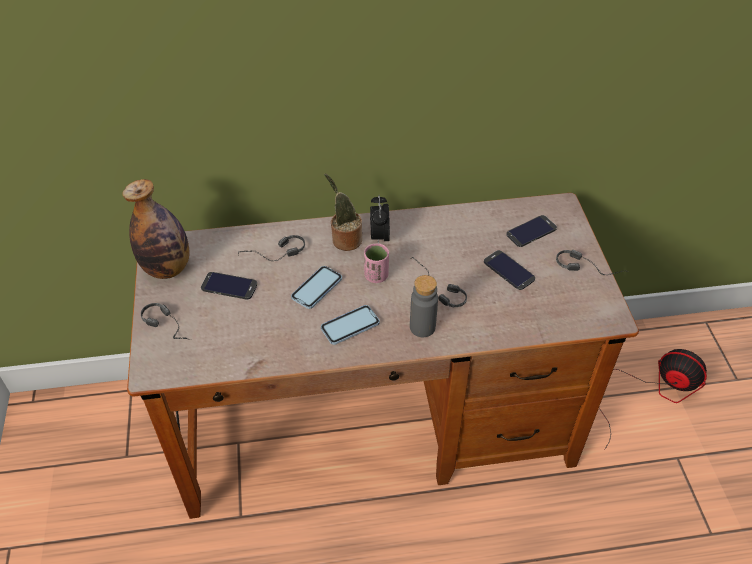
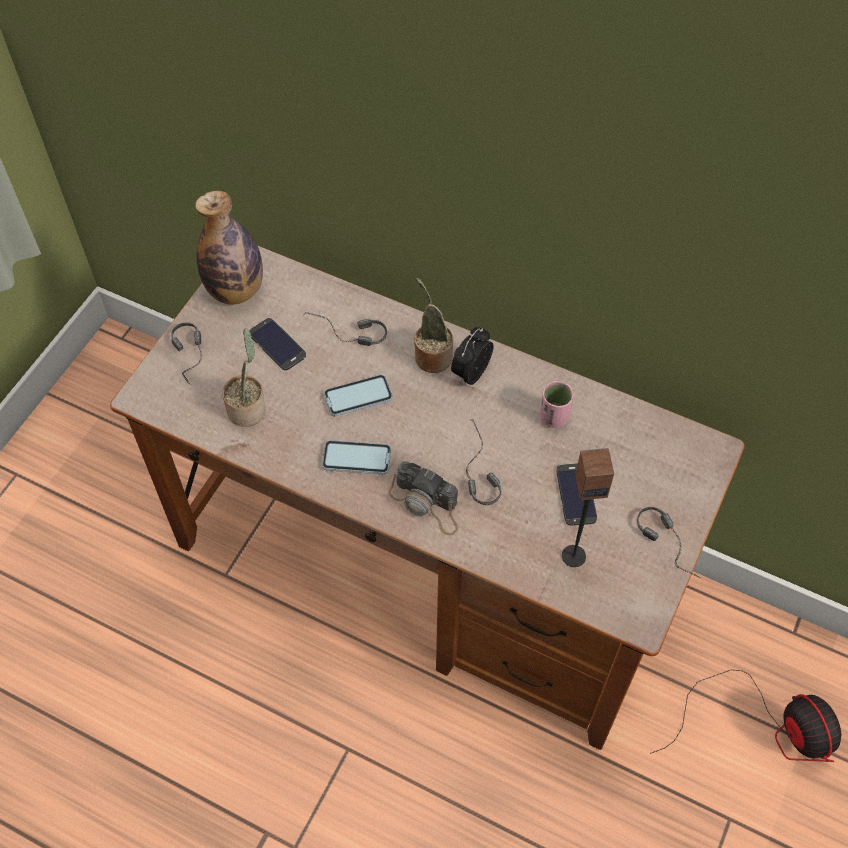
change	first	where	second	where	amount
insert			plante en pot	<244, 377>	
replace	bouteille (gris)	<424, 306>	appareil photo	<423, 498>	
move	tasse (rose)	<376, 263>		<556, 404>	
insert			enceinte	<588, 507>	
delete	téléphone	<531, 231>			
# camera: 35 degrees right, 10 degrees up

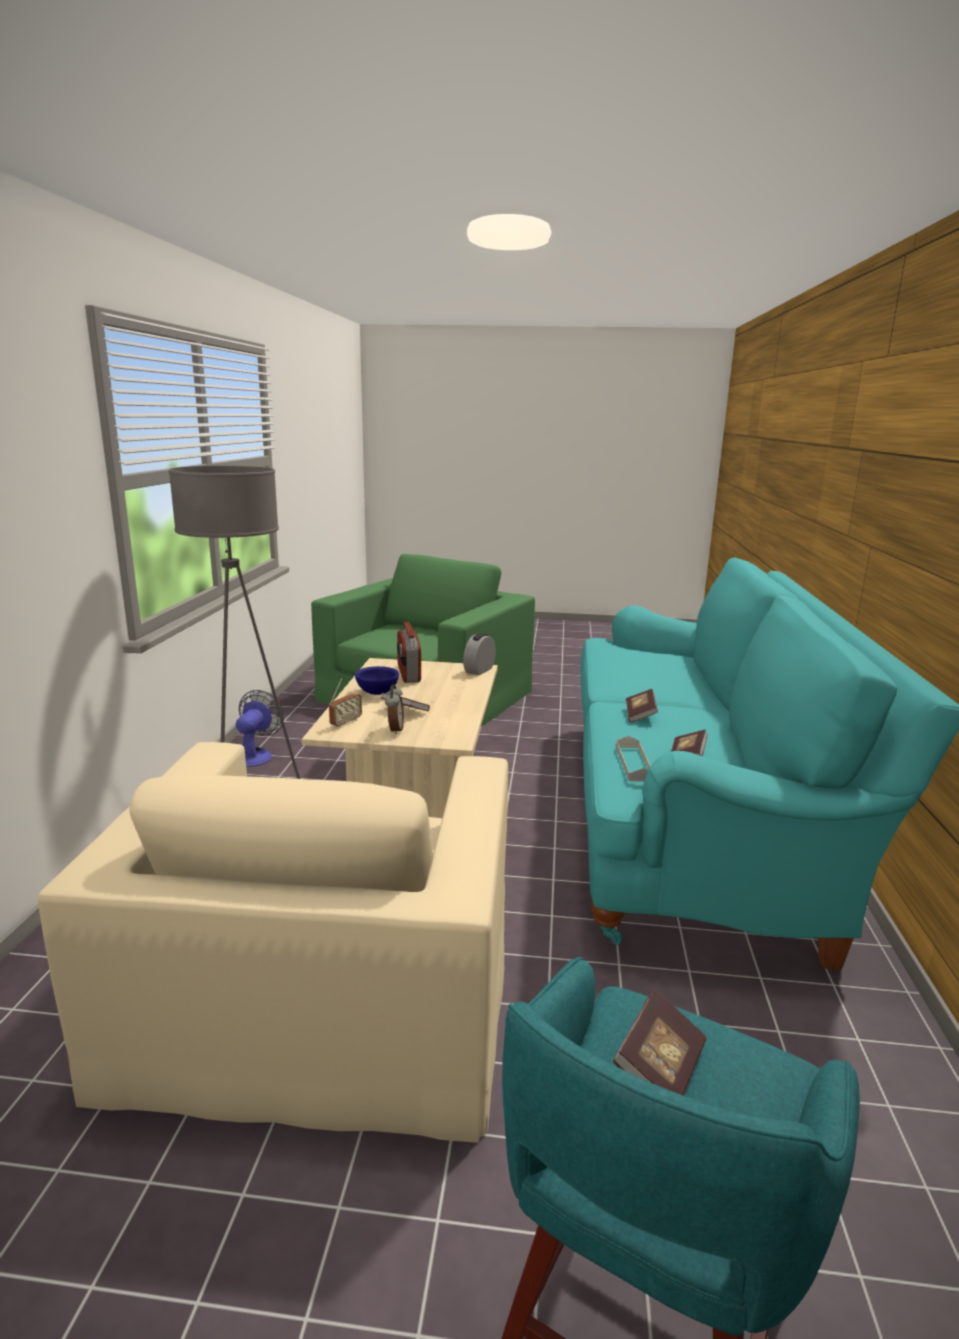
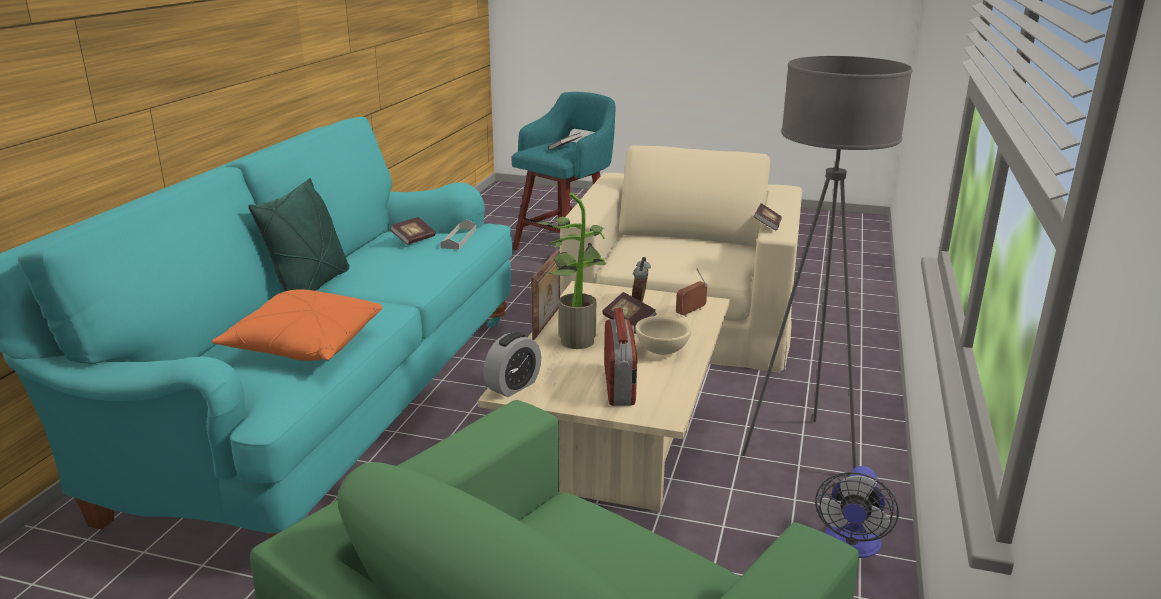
change	first	where	second	where	amount
insert			coussin (orange)	<297, 325>	
insert			coussin (vert)	<298, 234>	
insert			cadre photo	<545, 294>	
insert			plante en pot	<570, 270>	
recolor	bol (bleu)	<377, 680>	bol (beige)	<663, 335>	
move	livre	<642, 706>		<768, 216>	
# camera: 170 degrees left, 5 degrees up

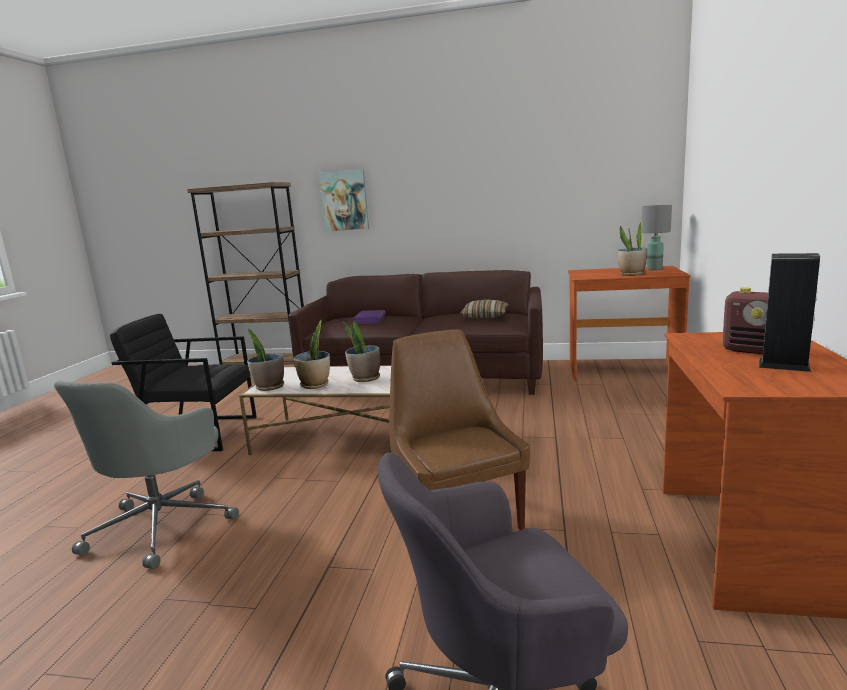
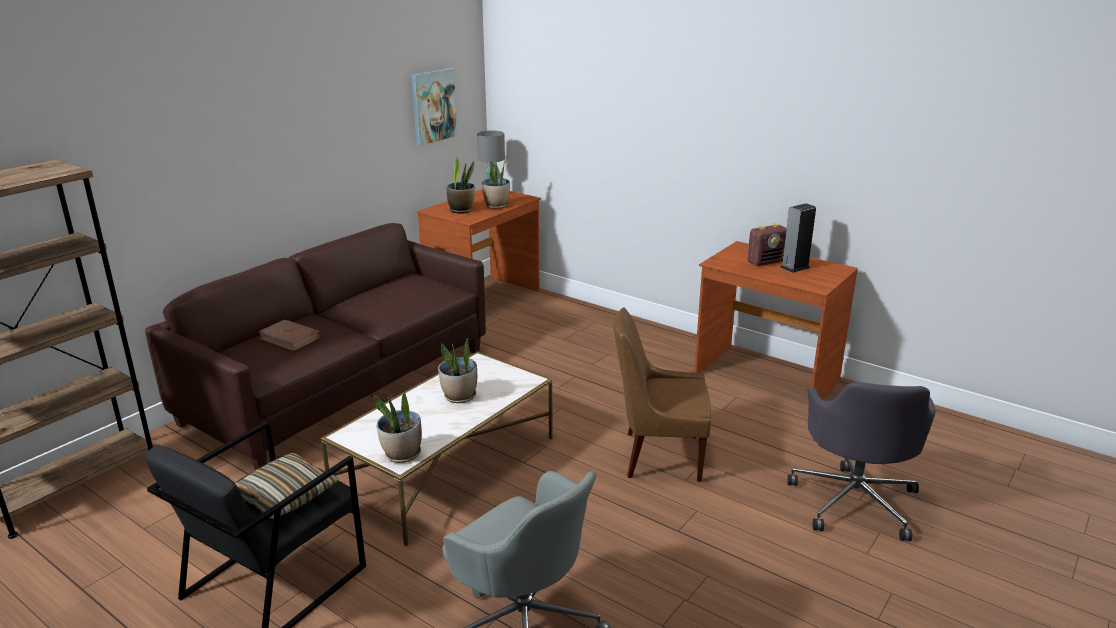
change	first	where	second	where	amount
move	coussin	<484, 309>		<287, 486>	
recolor	livre (violet)	<369, 317>	livre (marron)	<289, 335>	
move	tableau	<343, 200>		<434, 107>	
move	plante en pot	<312, 354>		<460, 185>	
# camera: 65 degrees left, 10 degrees up

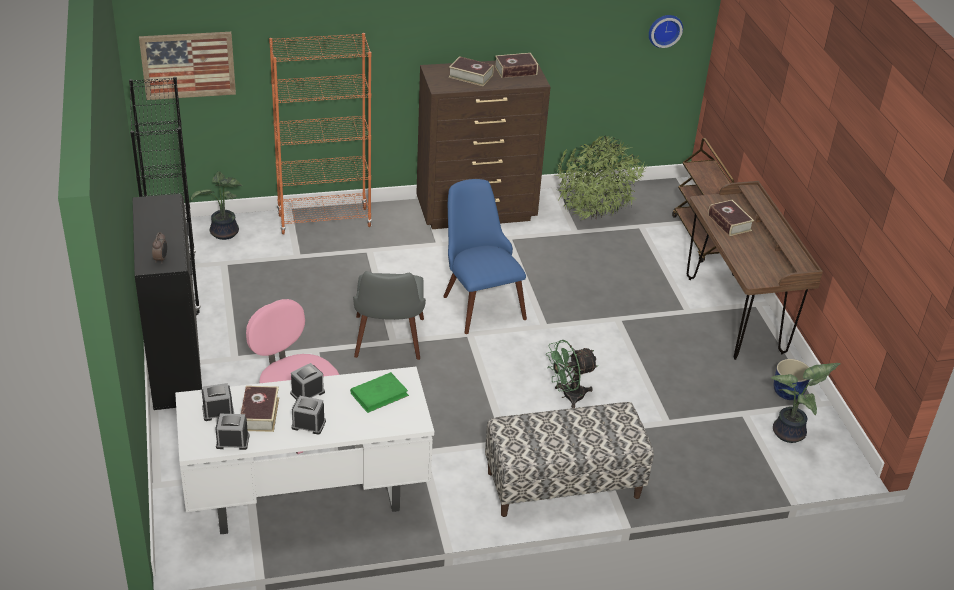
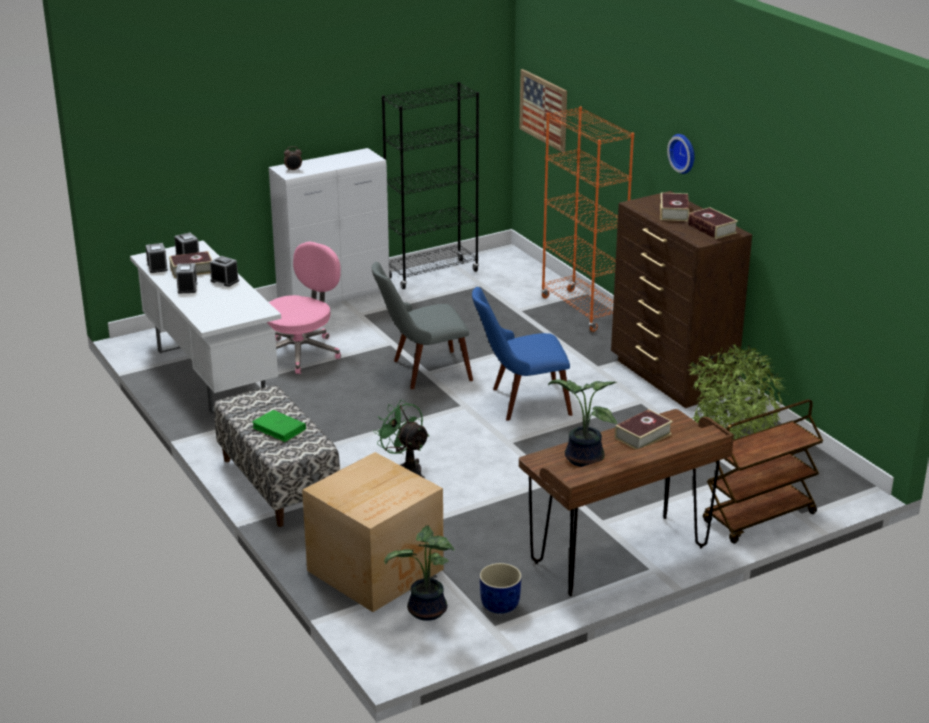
change	first	where	second	where	amount
move	livre (vert)	<379, 392>		<279, 426>	
recolor	meuble de rangement (noir)	<167, 302>	meuble de rangement (blanc)	<329, 226>	
insert			carton	<373, 532>	
rotate	chaise (bleu)	<485, 256>		<522, 354>	150 degrees counterclockwise
move	plante en pot	<217, 206>		<582, 423>	
move	horloge murale	<666, 31>		<681, 154>	
# camera: 75 degrees right, 10 degrees down

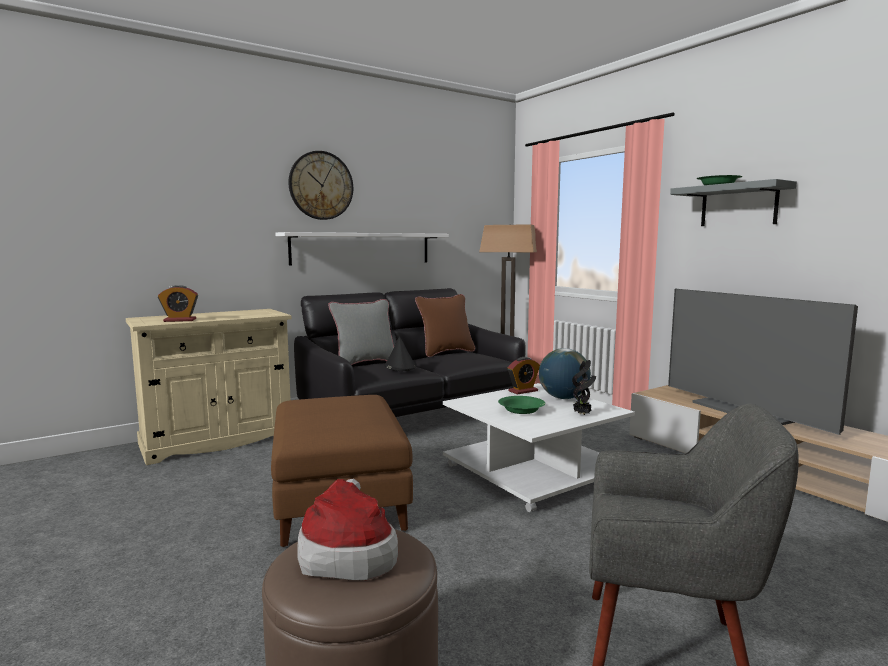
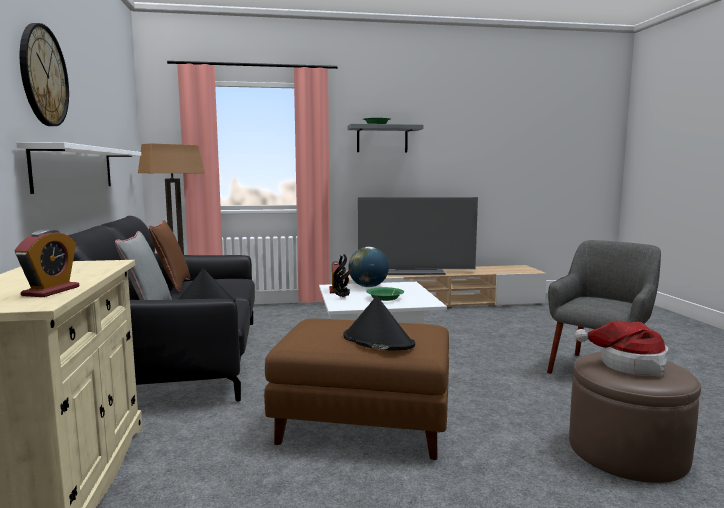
change	first	where	second	where	amount
move	plante en pot	<584, 387>		<343, 276>	
insert			chapeau (noir)	<379, 323>	
# camera: 65 degrees left, 0 degrees up

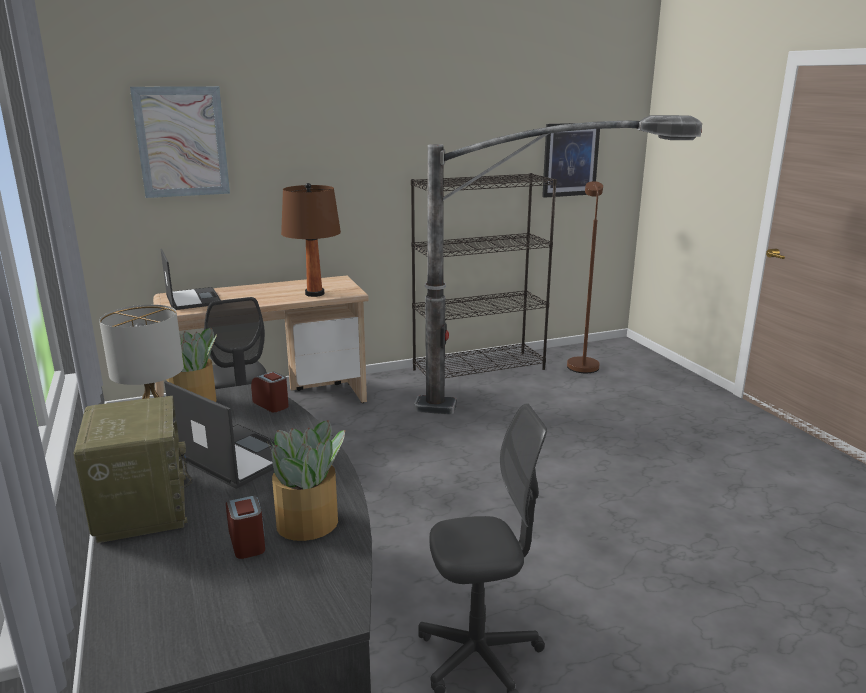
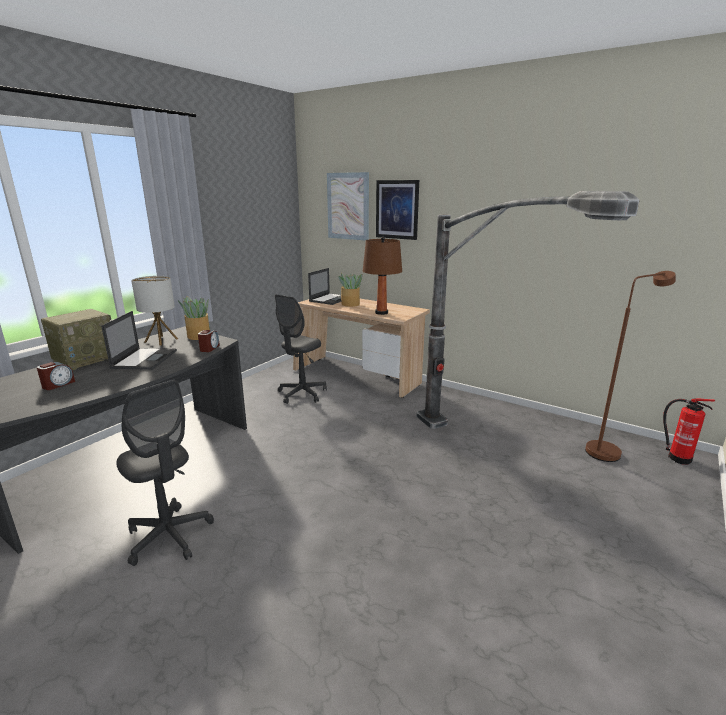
change	first	where	second	where	amount
move	plante en pot	<306, 480>		<350, 290>	
move	tableau	<571, 160>		<397, 210>	
insert			extincteur	<689, 431>	
delete	bibliothèque (noir)	<484, 275>			
# camera: 55 degrees right, 0 degrees up

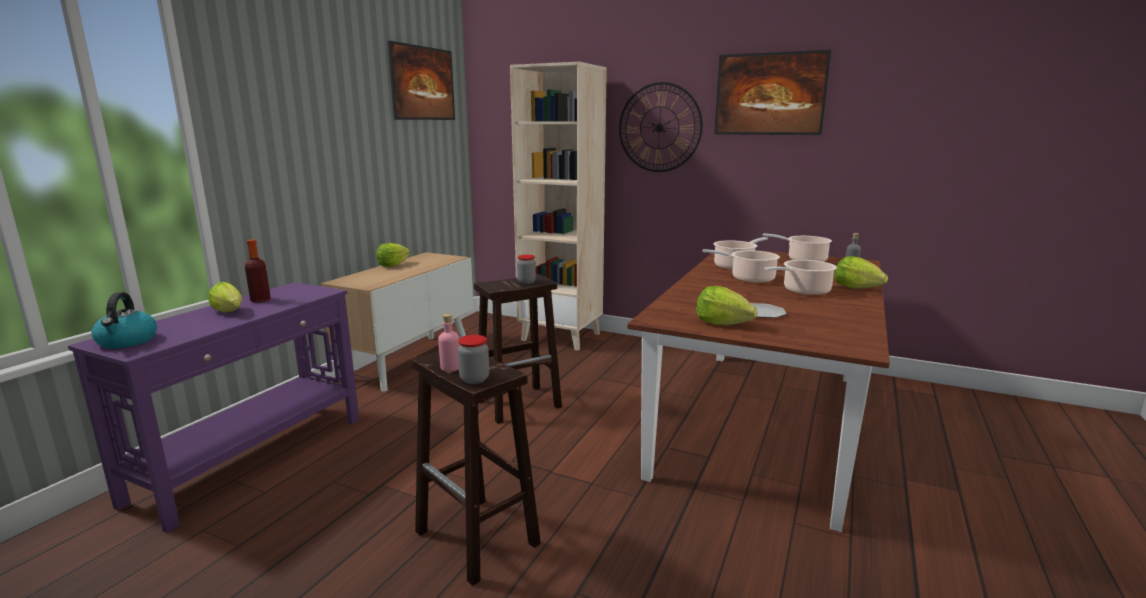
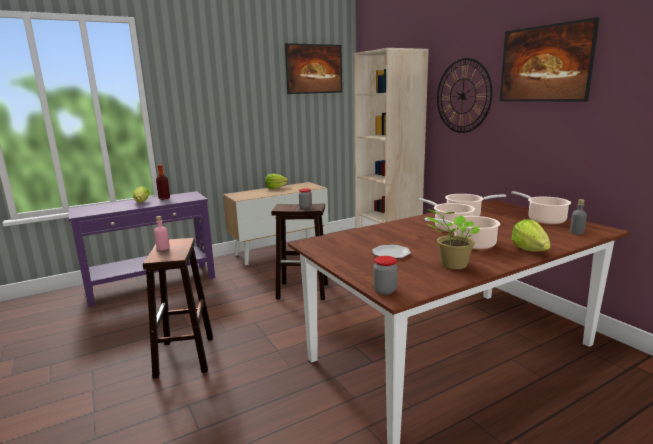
change	first	where	second	where	amount
move	bocal	<473, 359>		<385, 275>	
insert			plante en pot	<453, 239>	
delete	bouilloire	<124, 320>			
delete	laitue	<727, 305>			
# camera: 35 degrees right, 0 degrees up

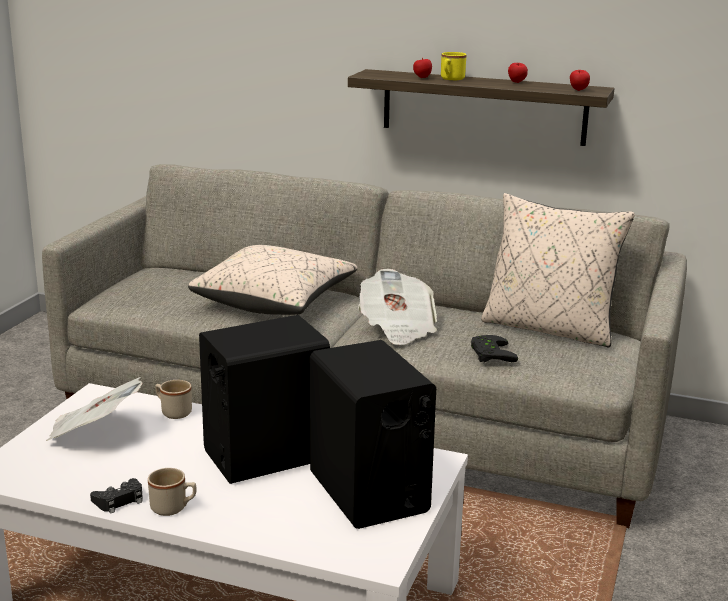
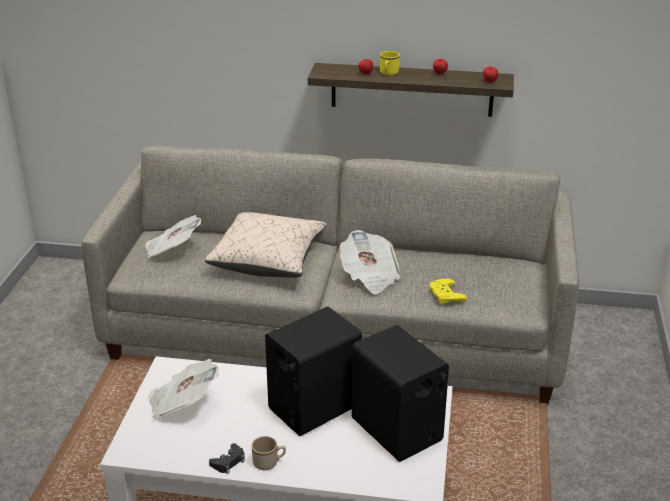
change	first	where	second	where	amount
insert			journal	<173, 236>	
recolor	manette (noir)	<494, 348>	manette (jaune)	<448, 291>	
delete	mug (beige)	<173, 399>			
delete	coussin (beige)	<558, 270>			
# camera: 10 degrees left, 10 degrees up

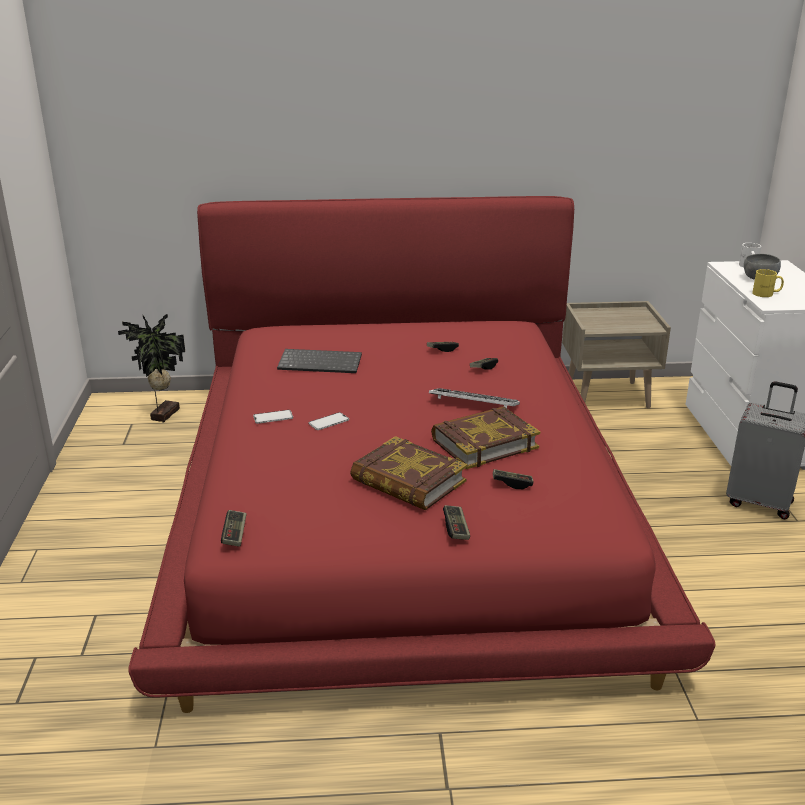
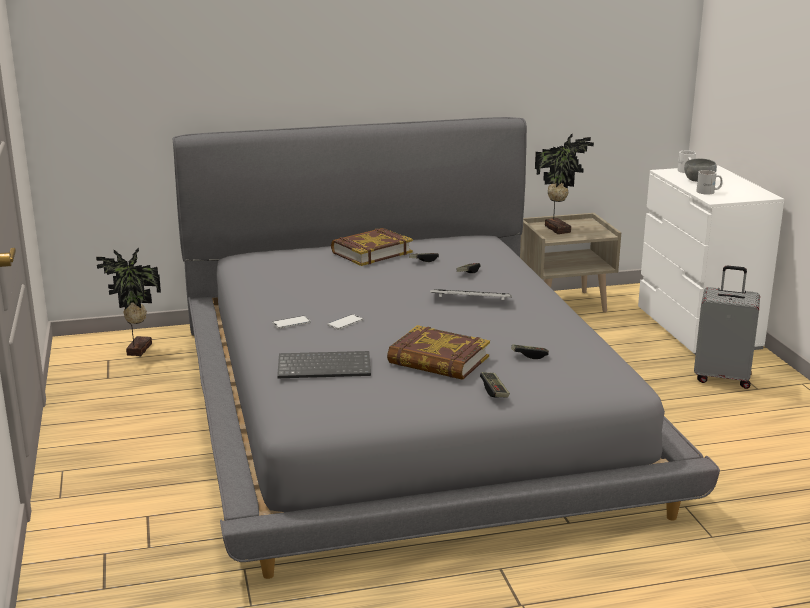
change	first	where	second	where	amount
recolor	lit (rouge)	<421, 454>	lit (gris)	<446, 348>	
move	clavier	<319, 361>		<324, 364>	
move	livre	<485, 437>		<372, 247>	
insert			plante en pot	<564, 183>	
recolor	mug (jaune)	<768, 283>	mug (blanc)	<709, 182>	
delete	manette	<234, 528>			
# camera: 10 degrees left, 5 degrees down

